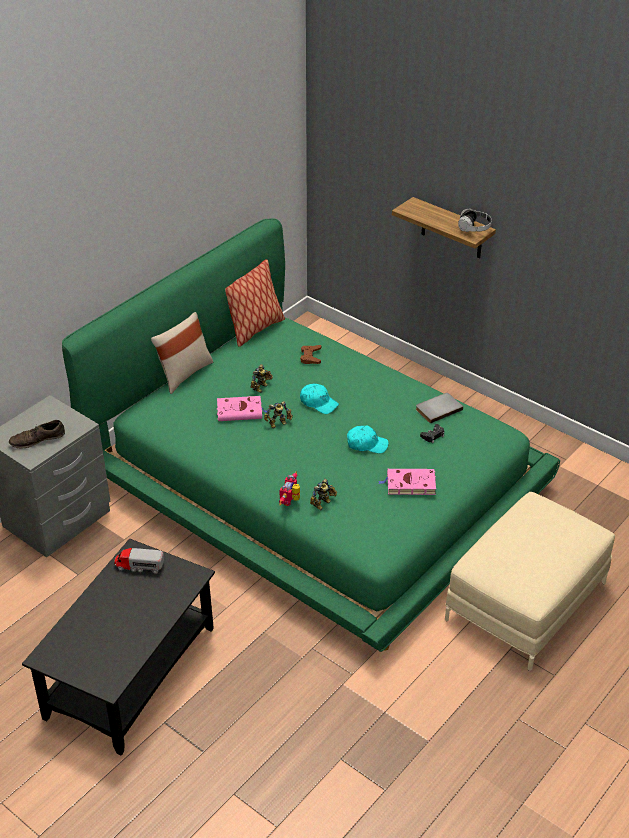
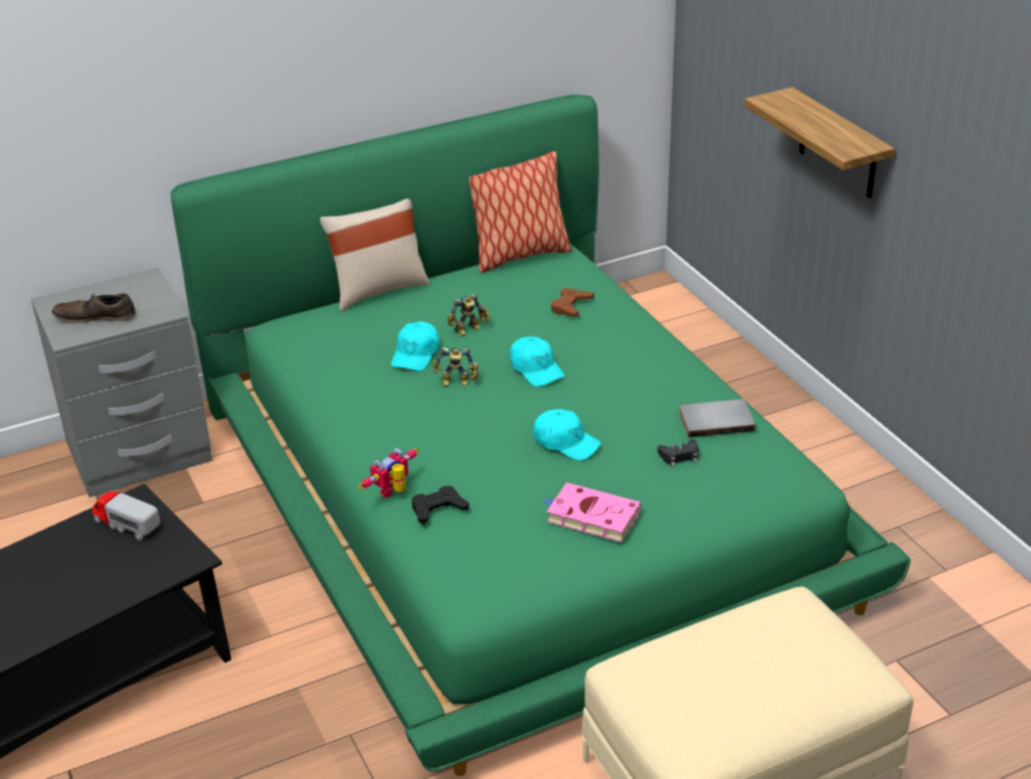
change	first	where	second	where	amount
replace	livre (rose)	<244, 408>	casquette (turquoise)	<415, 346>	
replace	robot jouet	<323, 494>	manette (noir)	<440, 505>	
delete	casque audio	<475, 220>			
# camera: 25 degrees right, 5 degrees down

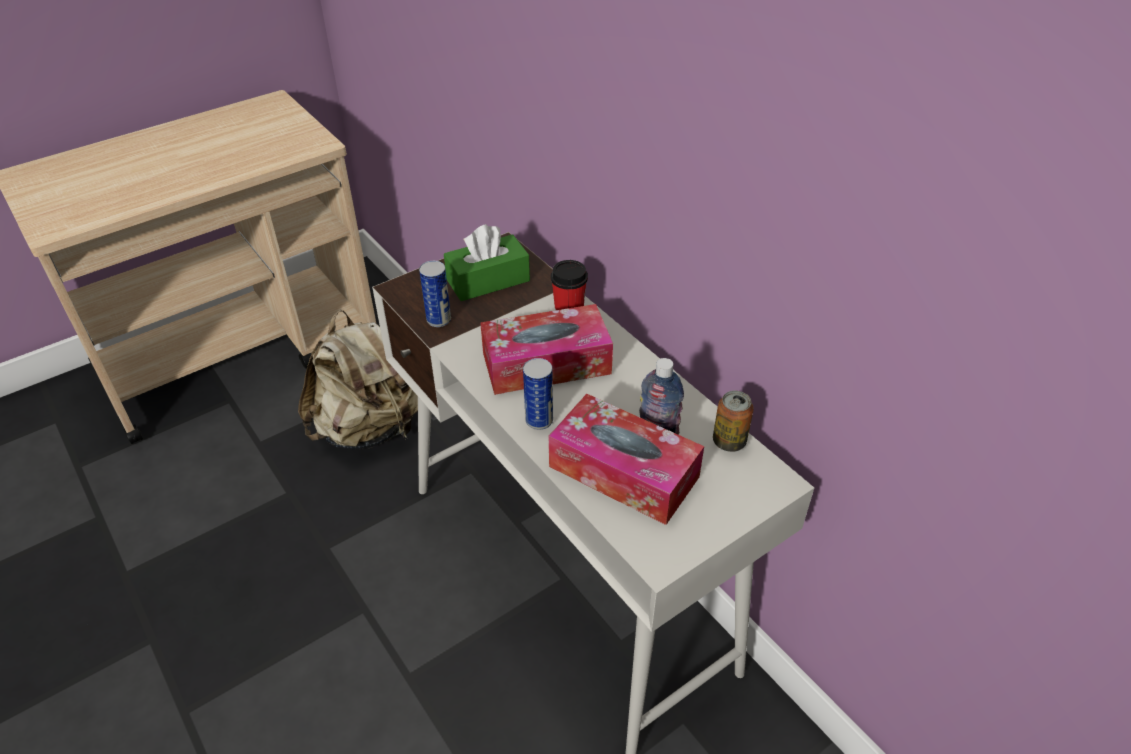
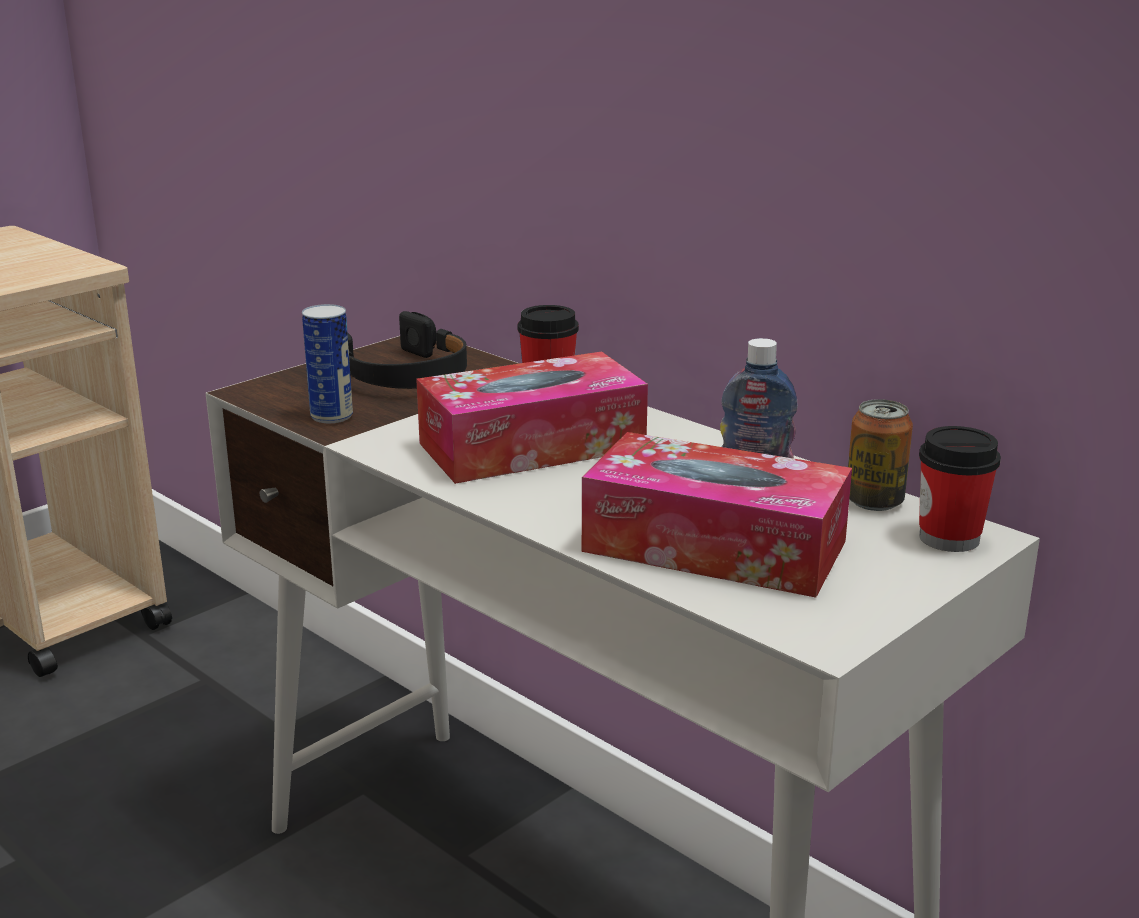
change	first	where	second	where	amount
replace	boîte à mouchoirs (vert)	<487, 262>	casque audio (noir)	<407, 350>	
insert			tasse	<960, 489>	
delete	sac à dos (beige)	<358, 380>			
delete	boîte métallique	<538, 394>			
# camera: 10 degrees left, 20 degrees down

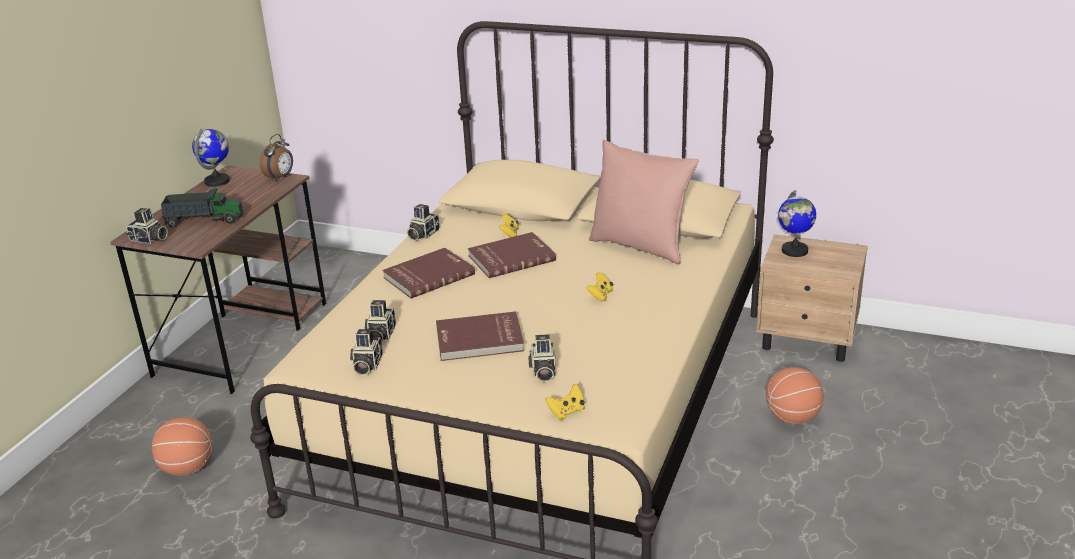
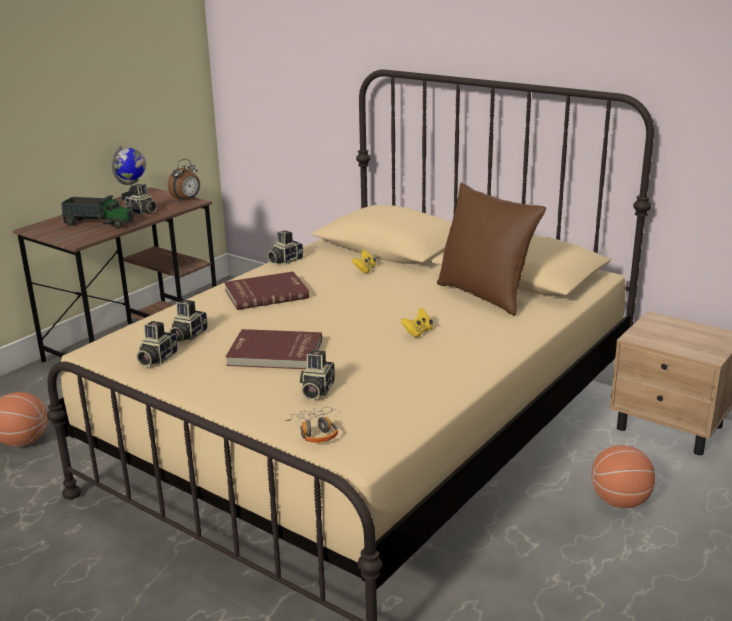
change	first	where	second	where	amount
move	appareil photo	<147, 225>		<140, 199>	
replace	manette (jaune)	<565, 402>	casque audio	<311, 425>	
recolor	coussin (rose)	<644, 202>	coussin (marron)	<491, 249>	
delete	livre (rouge)	<512, 255>			
delete	globe	<797, 223>			
# camera: 15 degrees right, 5 degrees down

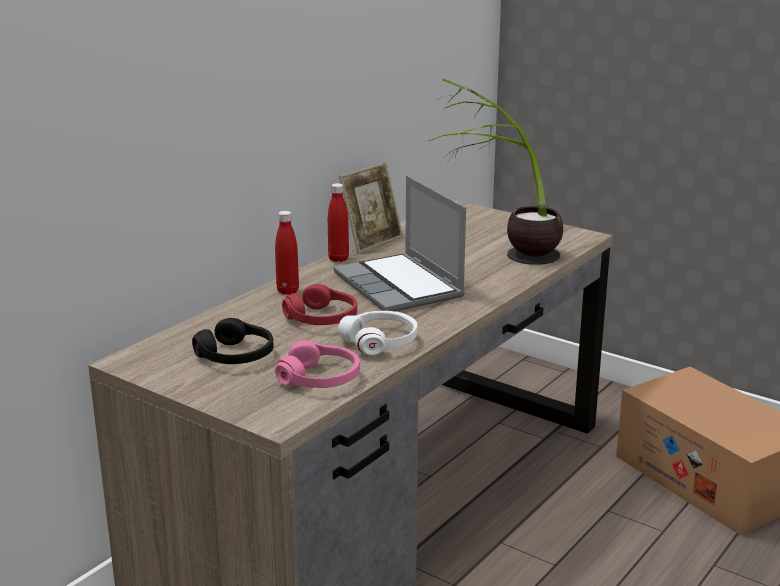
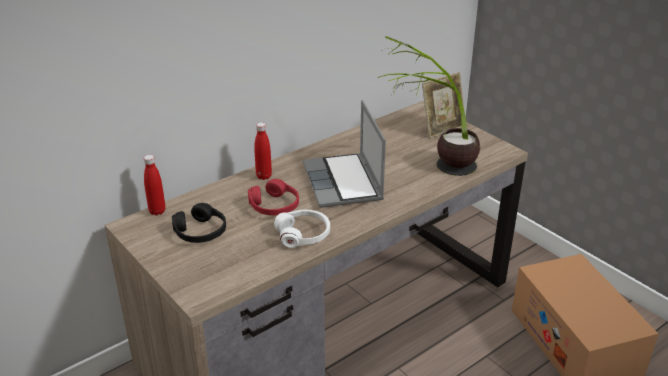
change	first	where	second	where	amount
move	bouteille (rouge)	<338, 222>		<155, 185>	
move	cadre photo	<371, 208>		<443, 105>	
delete	casque audio (rose)	<317, 364>			
# camera: 15 degrees right, 10 degrees up

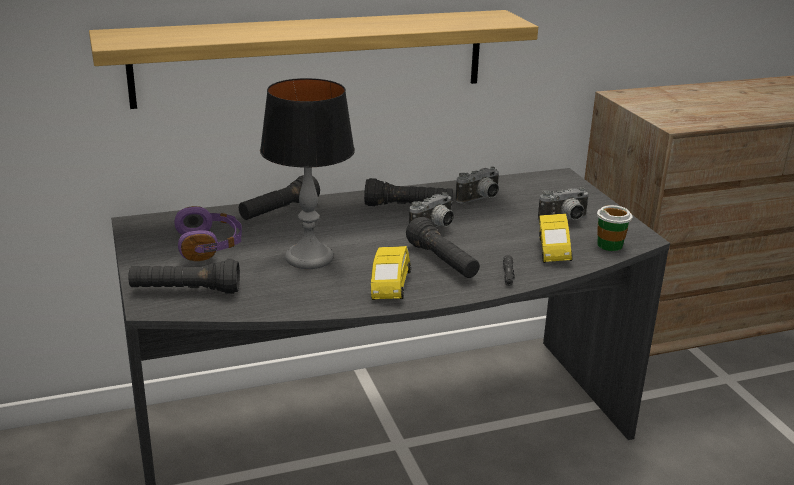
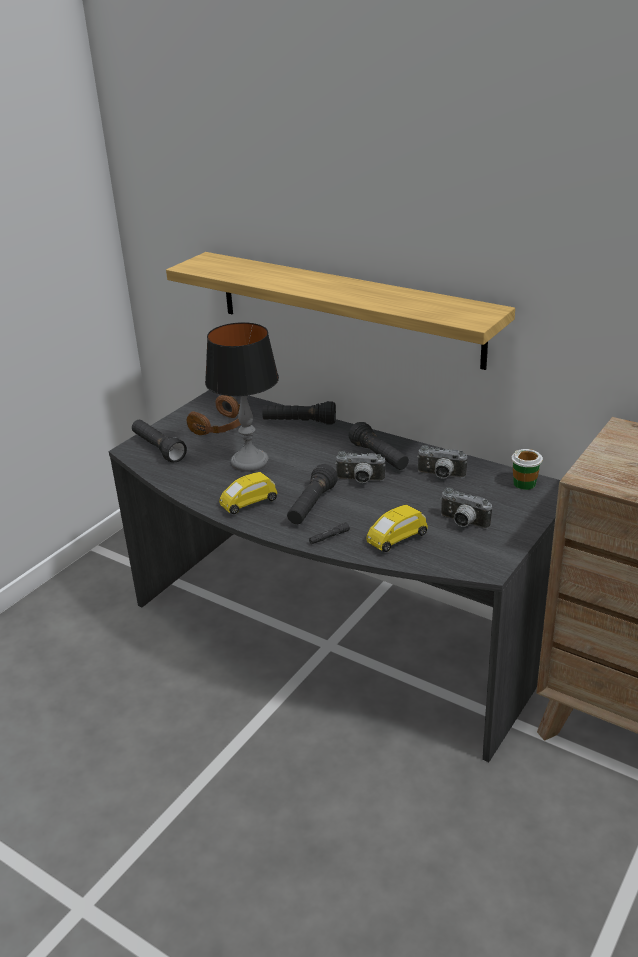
change	first	where	second	where	amount
recolor	casque audio (violet)	<208, 233>	casque audio (marron)	<214, 415>	
move	tasse	<615, 228>		<527, 469>	
# camera: 55 degrees right, 5 degrees up

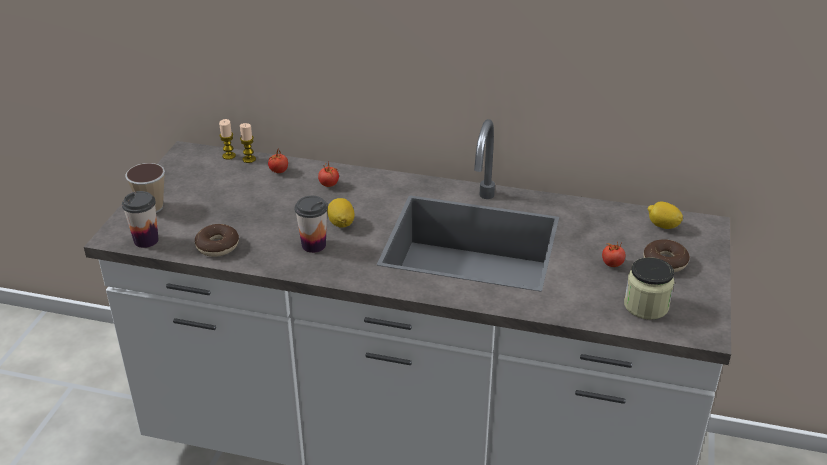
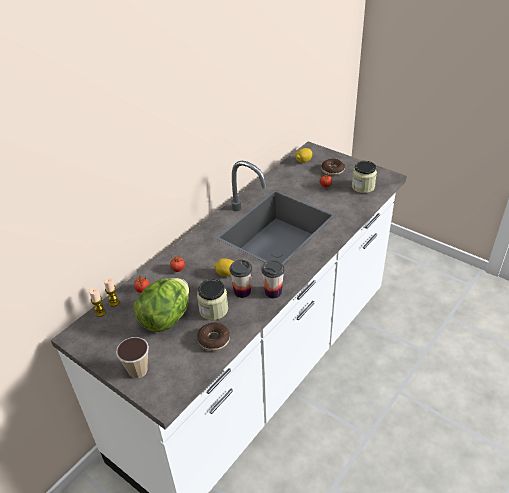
change	first	where	second	where	amount
insert			laitue	<161, 305>	
insert			bocal	<212, 299>	
move	tasse	<140, 219>		<273, 279>	
# camera: 65 degrees left, 5 degrees up

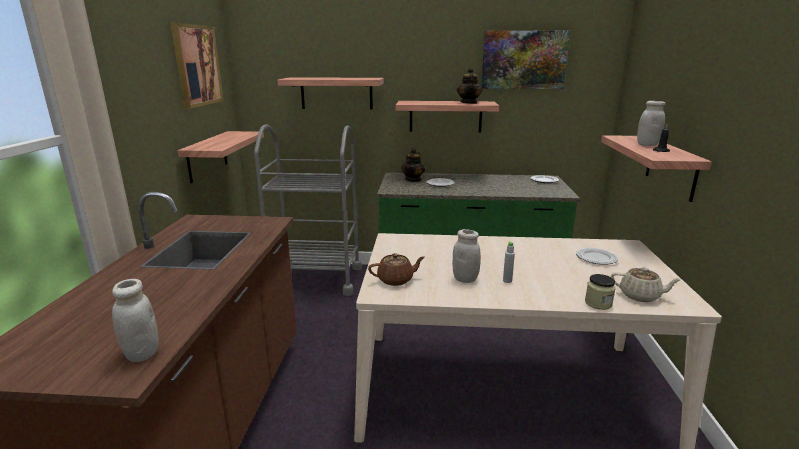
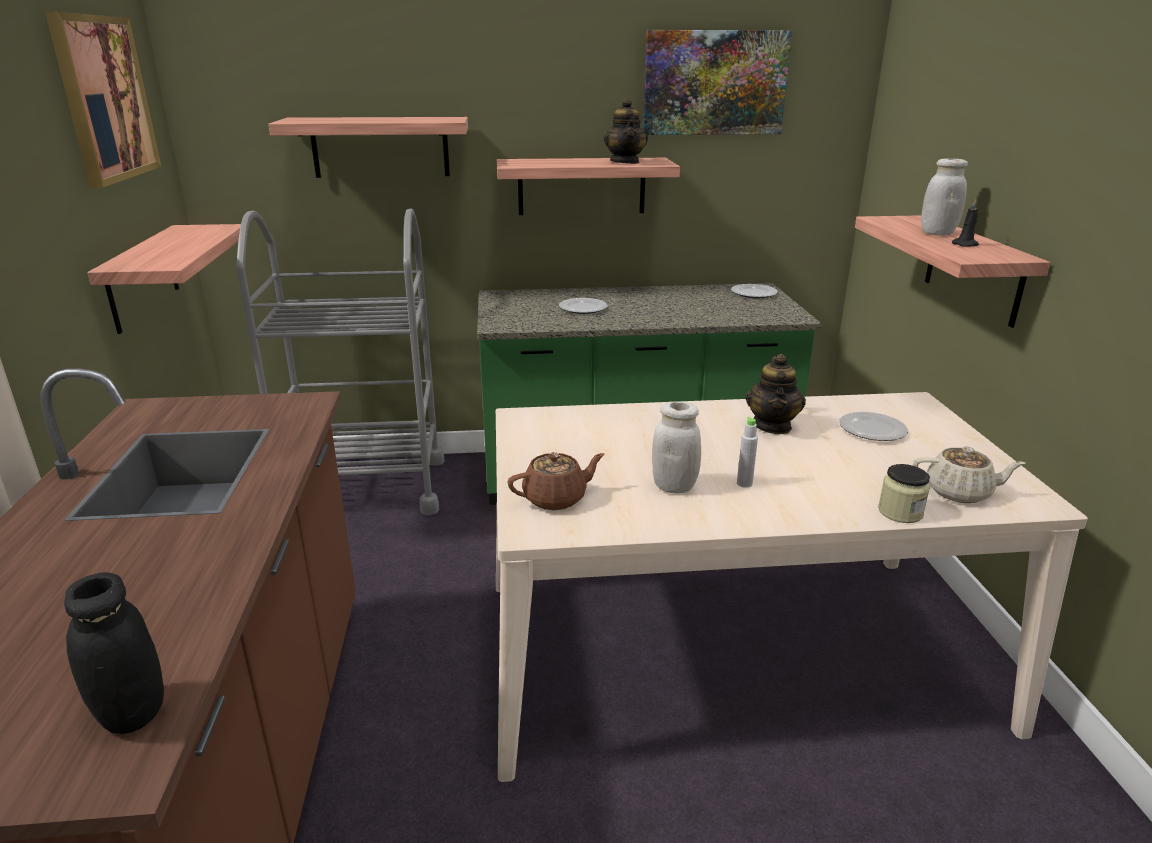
change	first	where	second	where	amount
recolor	bocal (blanc)	<135, 320>	bocal (noir)	<114, 653>	
move	théière	<413, 165>		<775, 394>	
# camera: 10 degrees left, 5 degrees up

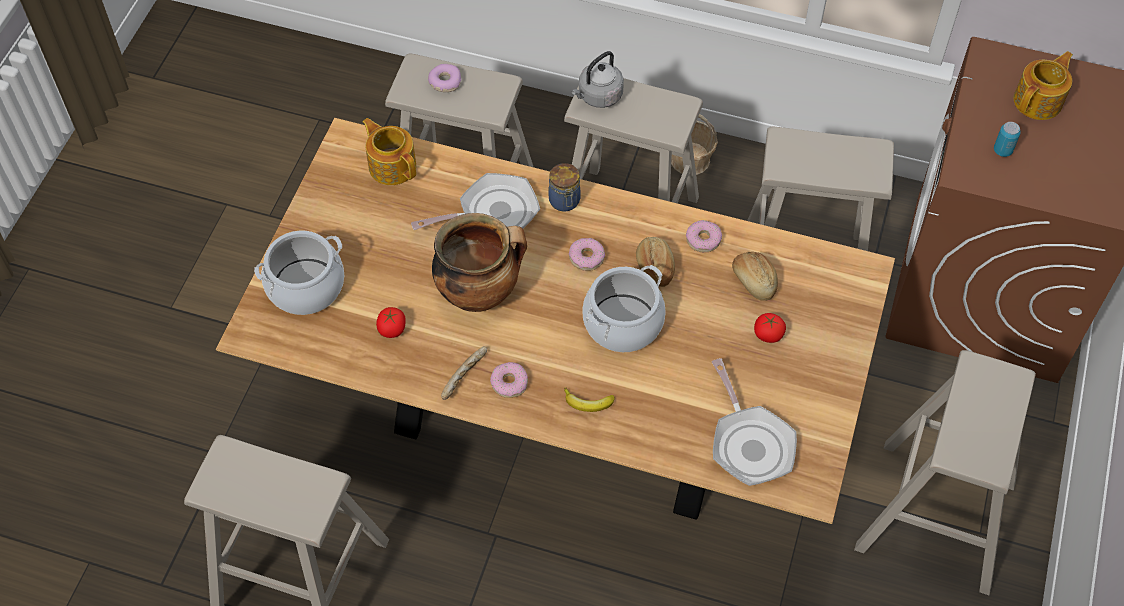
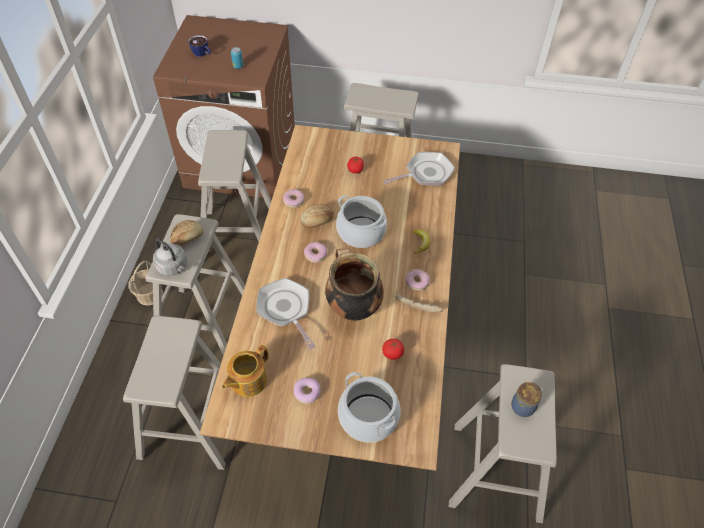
change	first	where	second	where	amount
move	pain	<755, 276>		<186, 233>	
replace	théière	<1043, 85>	tasse	<199, 46>	
move	beignet	<444, 78>		<307, 391>	
move	bocal	<564, 187>		<527, 399>	
# camera: 100 degrees left, 5 degrees down

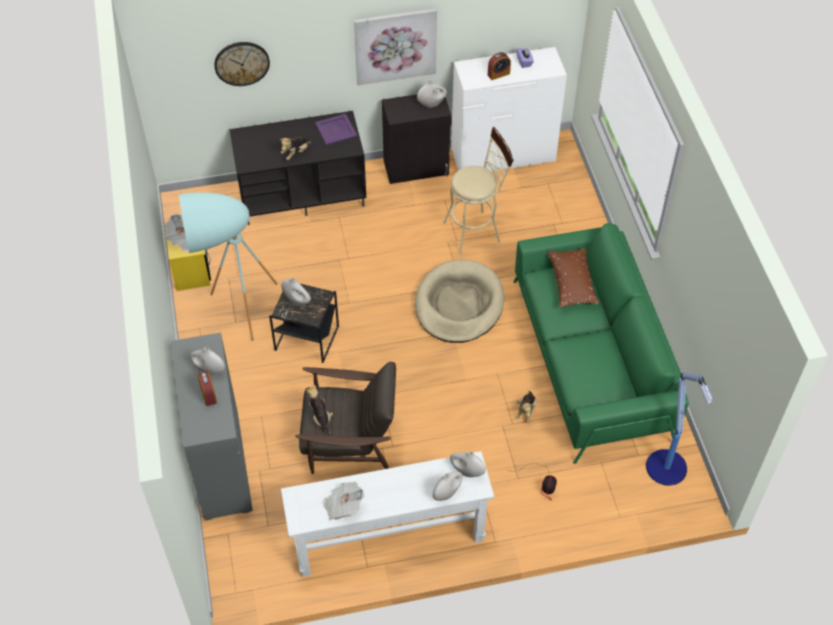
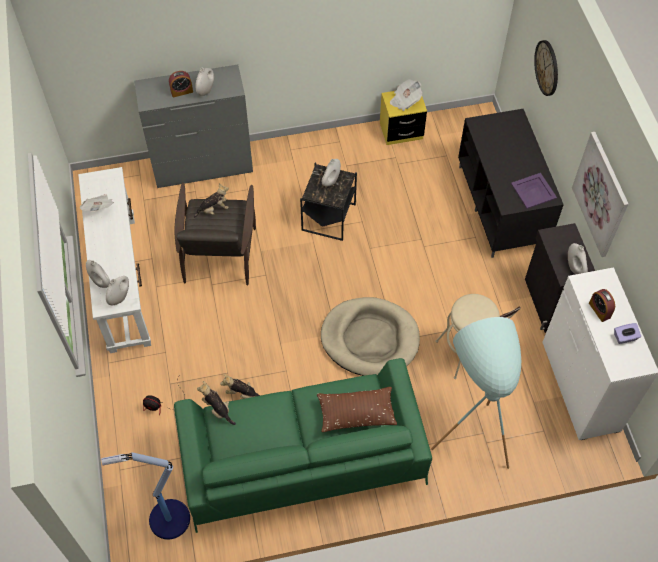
change	first	where	second	where	amount
move	peluche	<296, 148>		<216, 403>	
move	lampadaire (turquoise)	<228, 266>		<476, 393>	
# camera: 90 degrees right, 5 degrees up

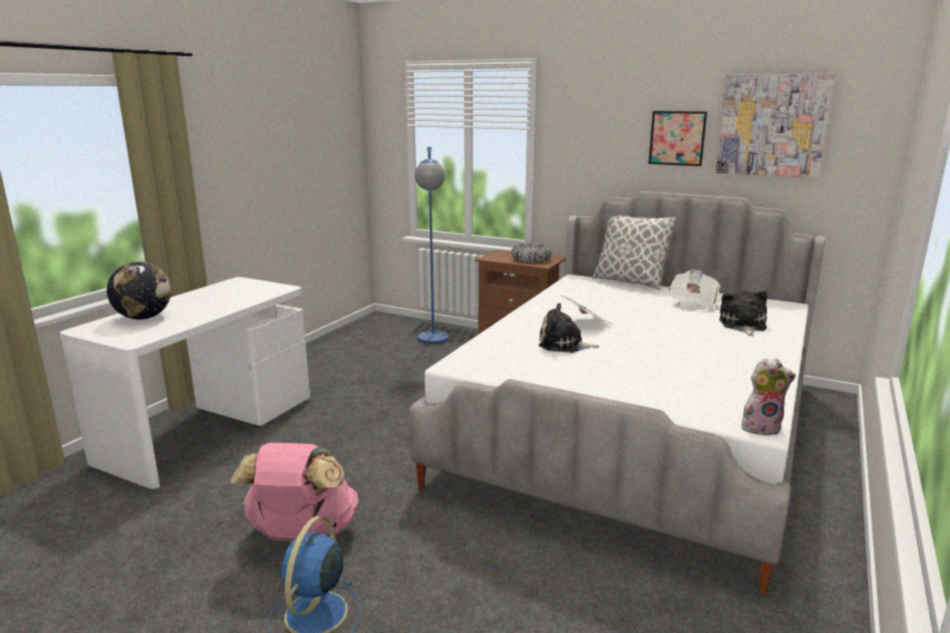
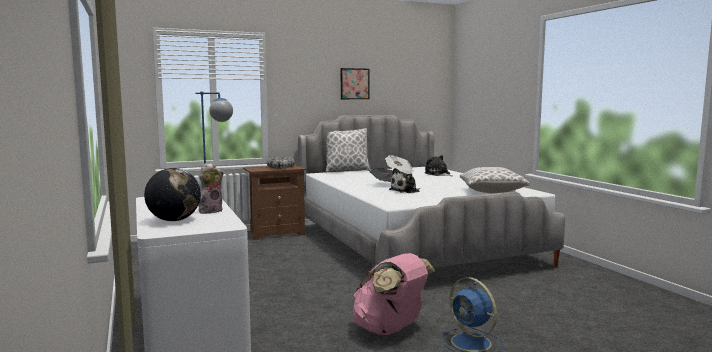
change	first	where	second	where	amount
move	peluche	<769, 397>		<211, 188>	
insert			coussin	<495, 180>	
delete	tableau	<775, 126>			
# camera: 50 degrees left, 10 degrees down

